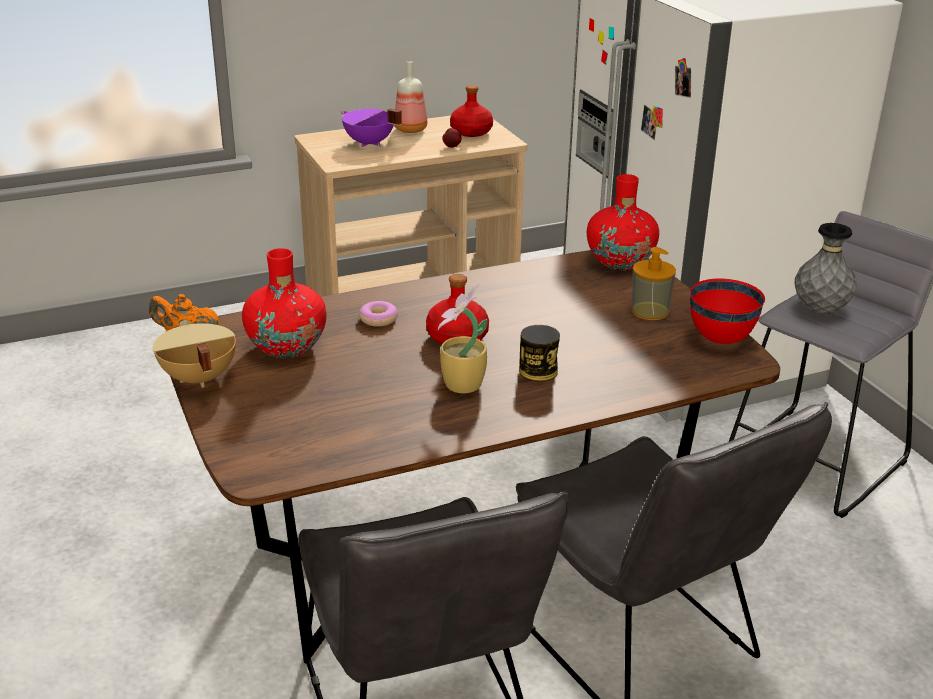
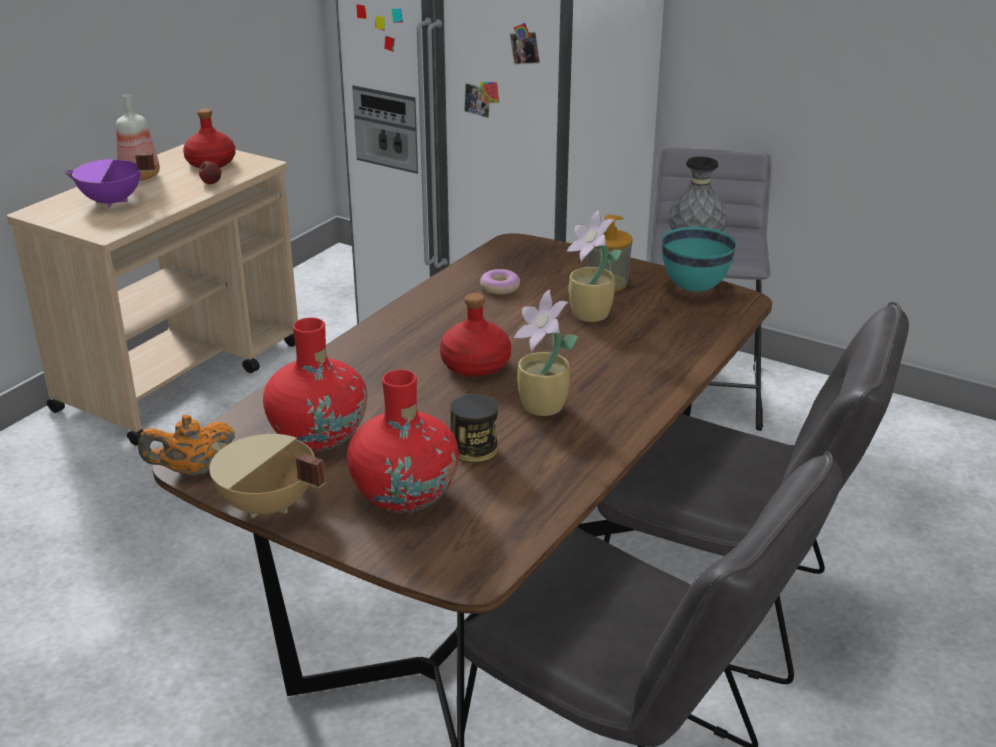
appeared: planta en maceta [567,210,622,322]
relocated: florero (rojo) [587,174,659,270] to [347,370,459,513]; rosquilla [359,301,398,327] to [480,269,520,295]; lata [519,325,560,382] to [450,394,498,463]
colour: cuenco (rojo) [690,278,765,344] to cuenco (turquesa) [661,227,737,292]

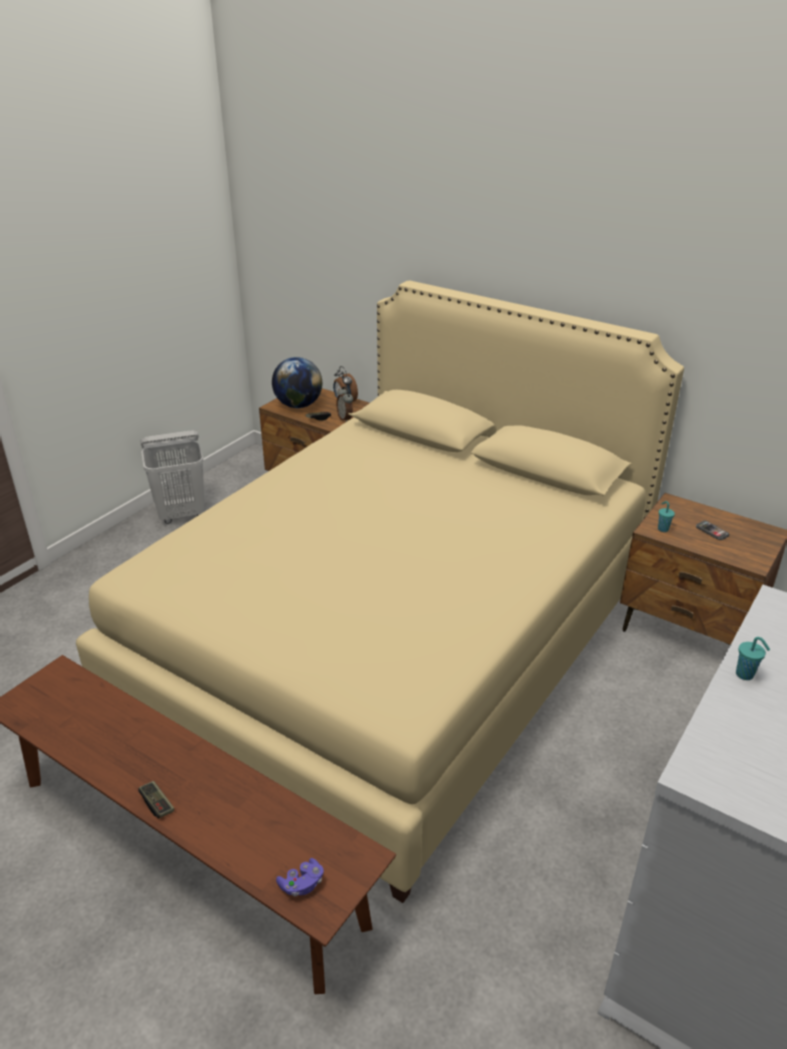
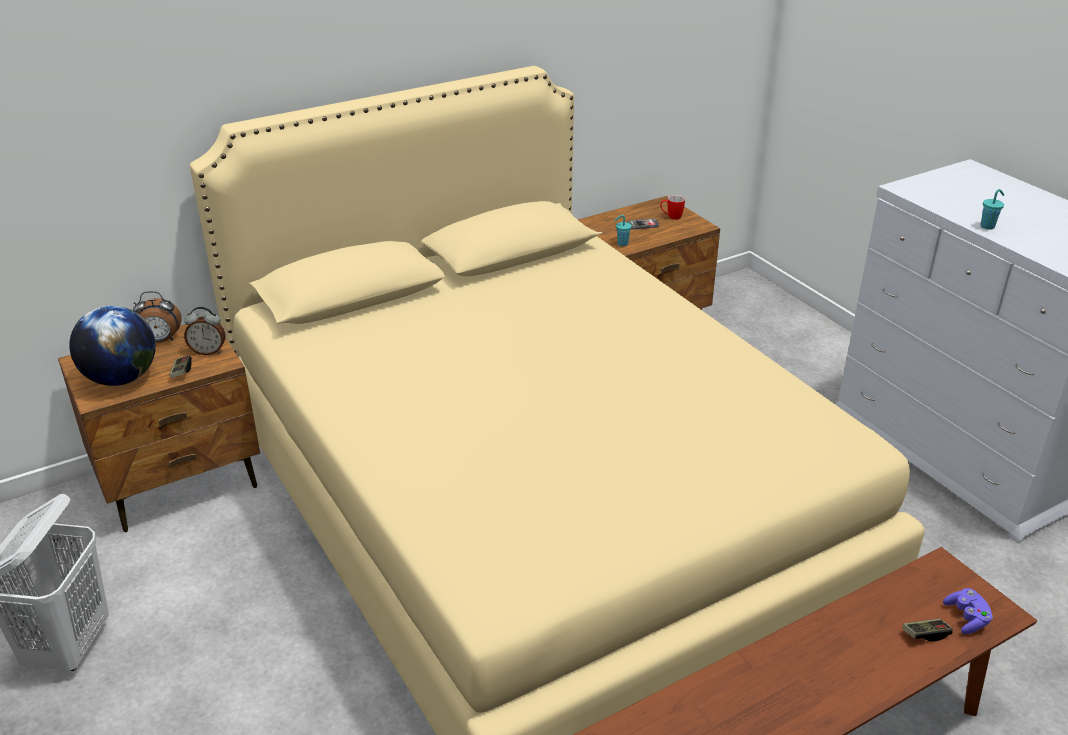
appeared: taza grande [660,195,685,220]
relocated: mando de consola [138,781,174,819] to [902,619,953,642]

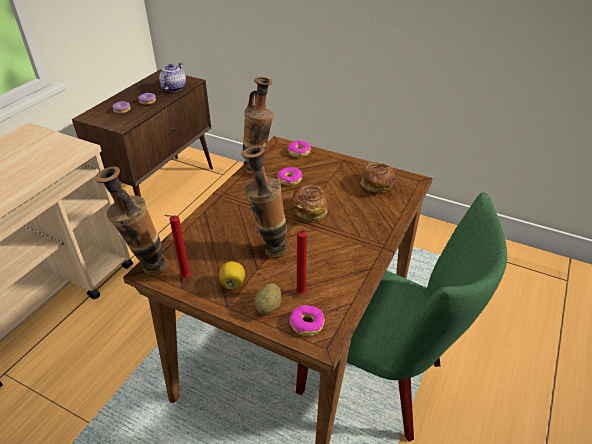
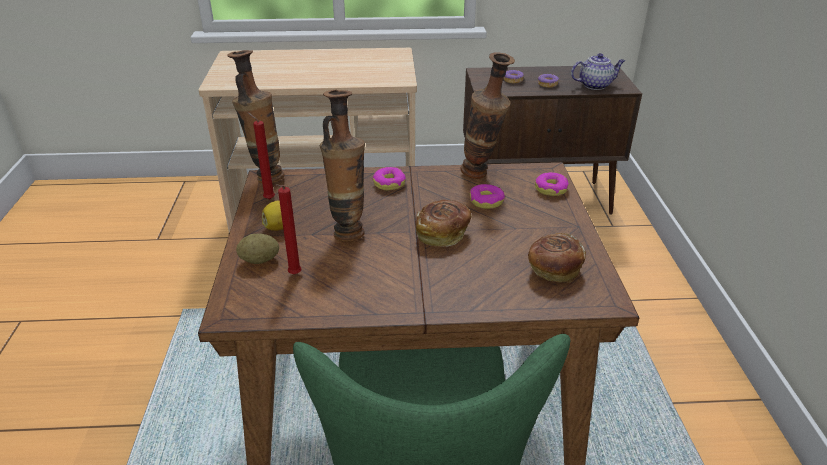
relocated: rosquilla [290,305,325,336] to [372,167,406,190]

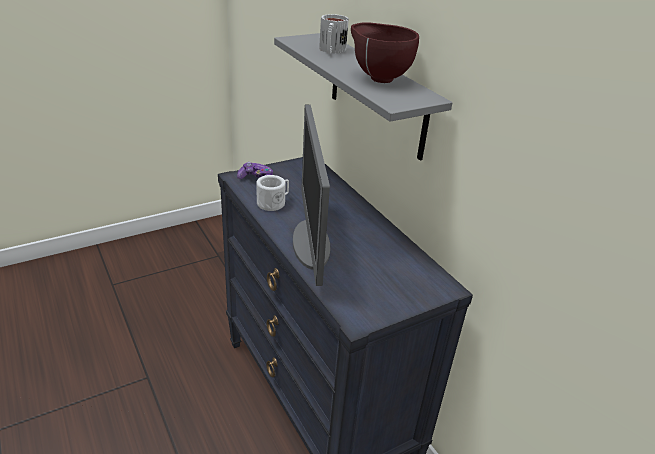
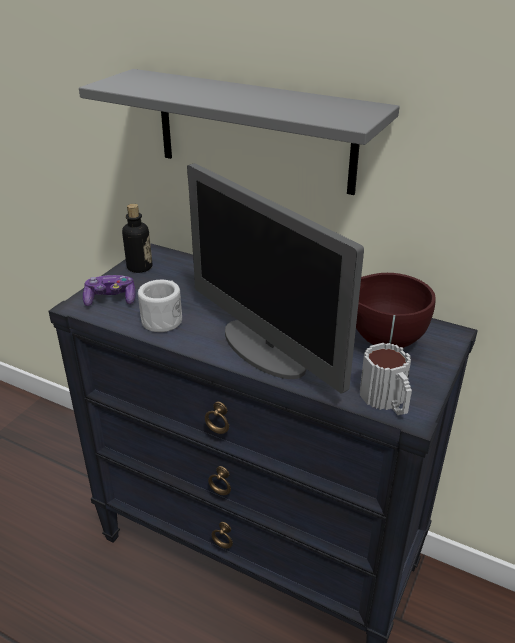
appeared: botella [122,204,152,273]
relocated: taza grande [319,14,349,54] to [360,343,412,415]; cuenco (marrón) [351,22,419,83] to [356,273,435,348]

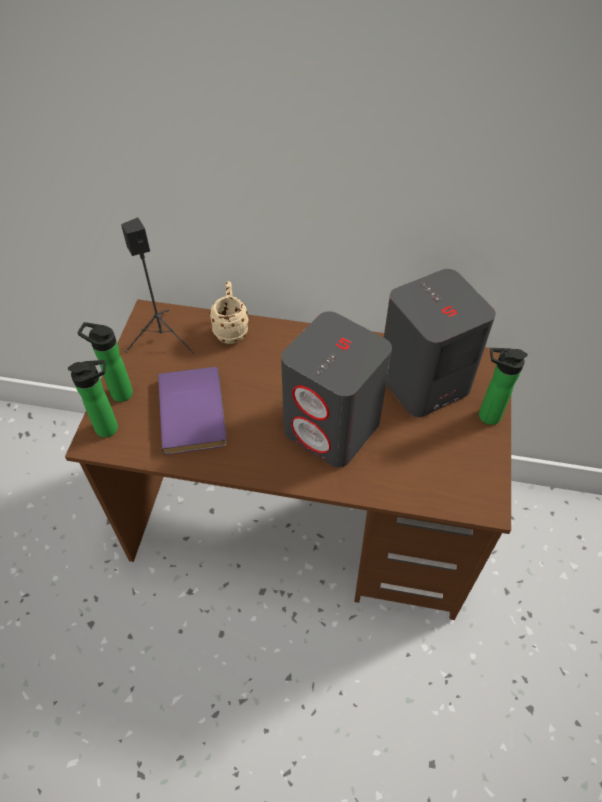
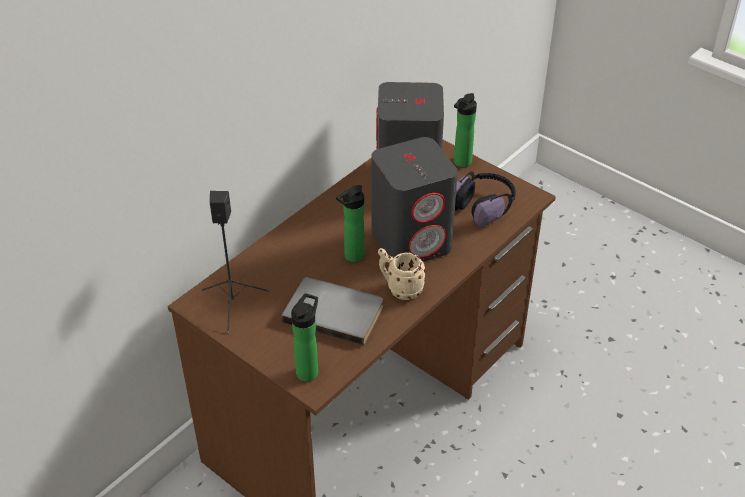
appeared: auriculares [455,171,516,228]
relocated: taza grande (beis) [209,281,249,344] to [378,248,426,300]; botella [78,322,133,402] to [336,185,365,262]
colour: libro (morado) [158,367,227,455] to libro (gris) [281,277,383,345]

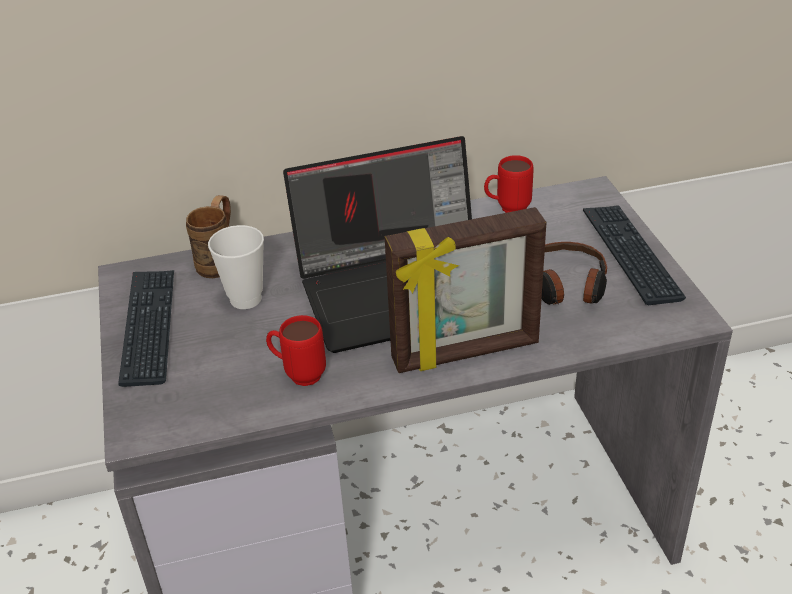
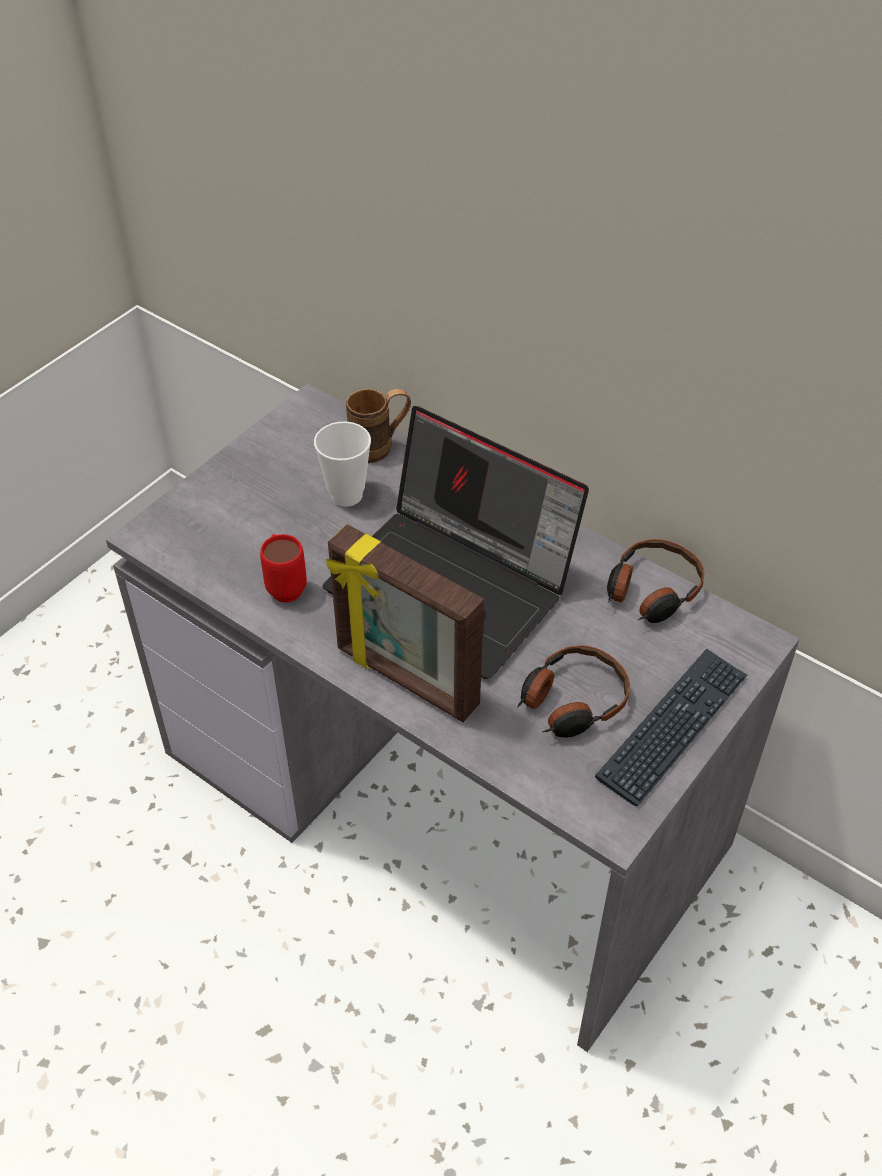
missing: teclado [118,270,174,387]
exchanged: taza grande (rojo) [484,155,534,213] to auriculares [607,539,704,623]

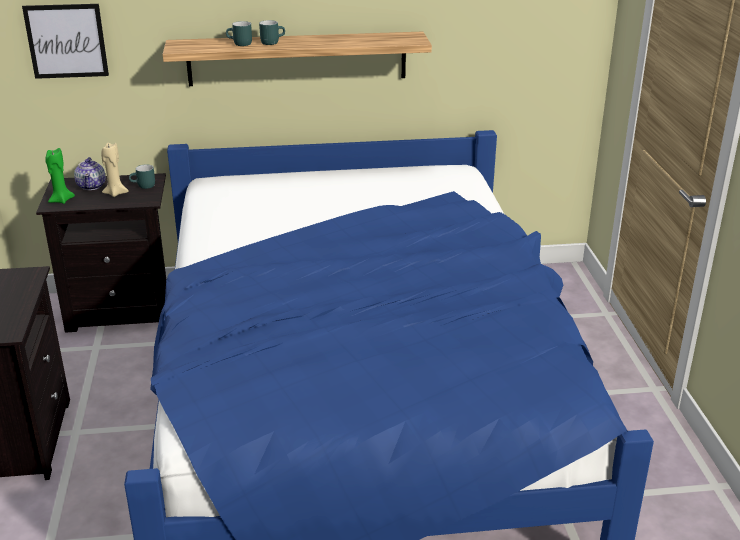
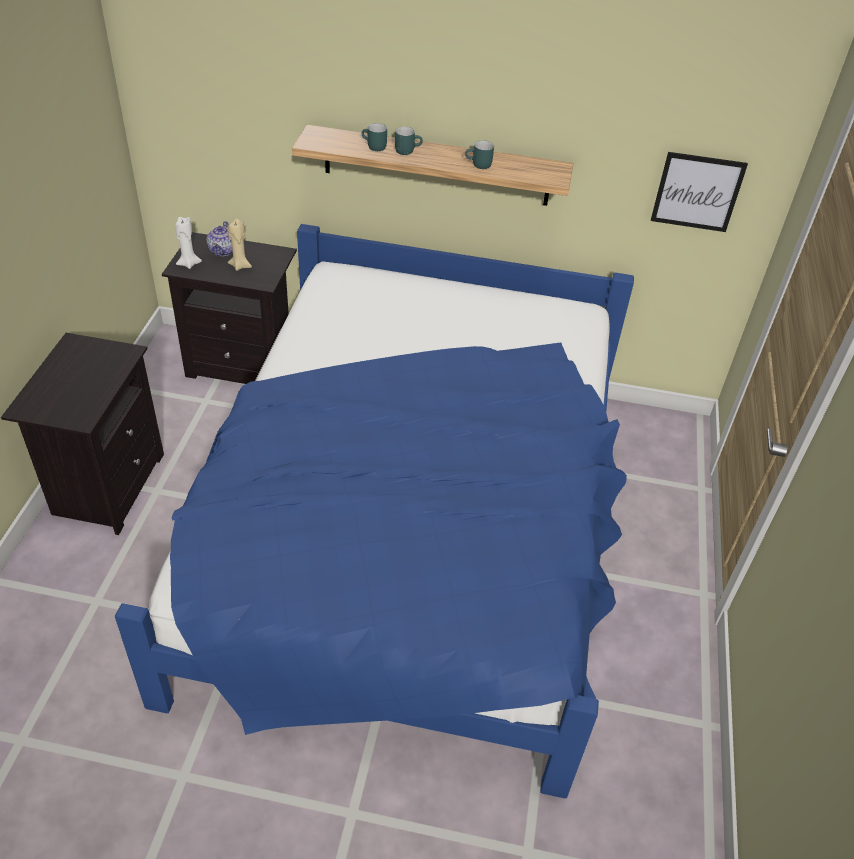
relocated: cuadro [22,4,109,79] to [651,152,748,232]; taza grande (turquesa) [129,164,155,189] to [465,140,494,169]
colour: vela (verde) [45,148,75,204] to vela (blanco) [175,217,202,269]

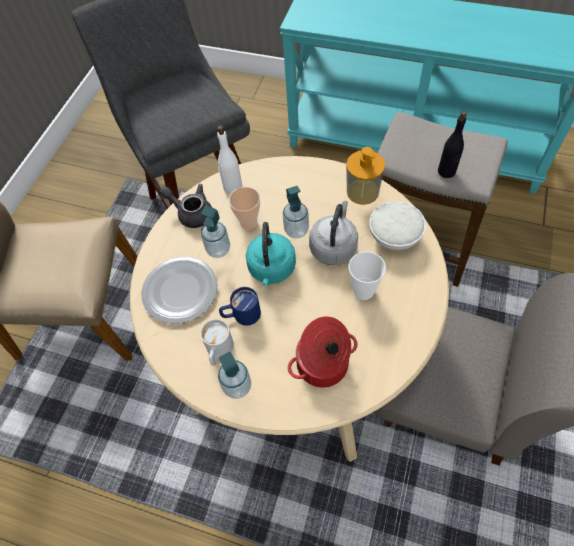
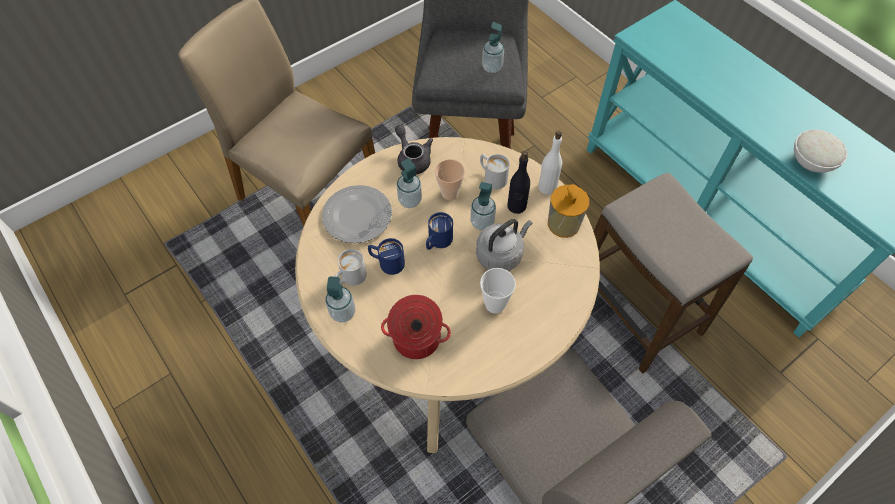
appeared: dispensador de jabón [482,22,504,73]; taza grande (blanco) [480,154,510,189]
relocated: botella (negro) [438,111,467,178] to [508,151,530,214]; botella (blanco) [217,126,243,195] to [538,131,562,194]; cuenco (blanco) [369,201,426,250] to [794,129,848,173]
exchanged: hervidor (turquesa) [246,222,296,286] to taza grande (azul) [426,212,453,250]

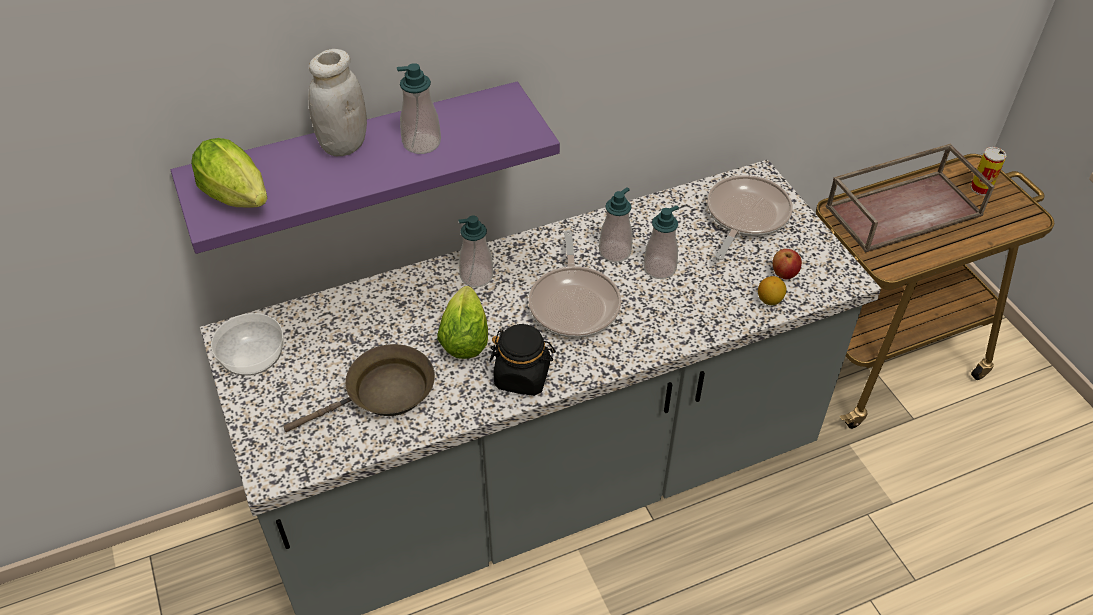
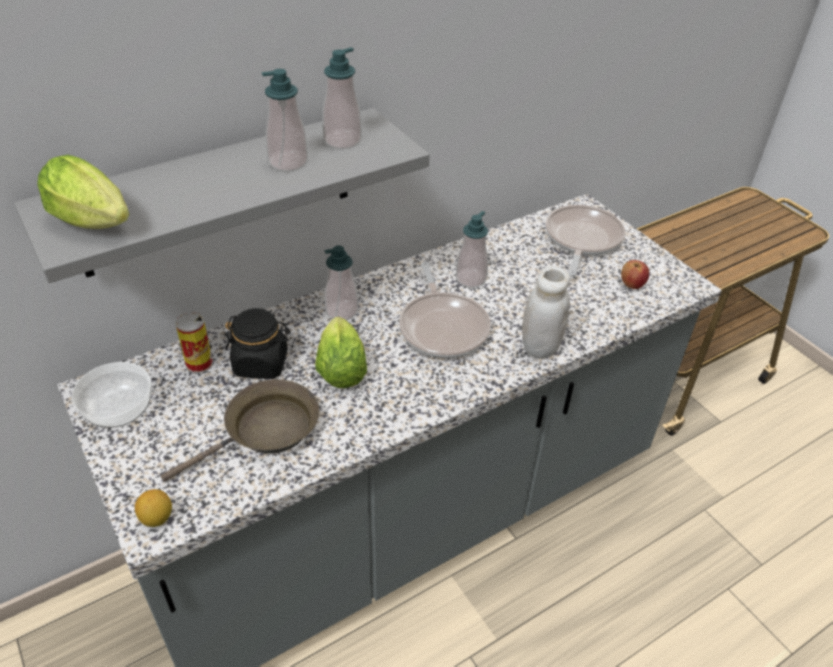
missing: bandeja (marrón) [826,143,995,253]
relocated: tarro (blanco) [308,49,367,156] to [522,266,570,359]; lata [970,147,1006,196] to [175,312,213,373]; dispensador de jabón [644,205,679,279] to [322,47,362,149]; limón [758,276,786,305] to [135,489,172,527]; tarro (negro) [489,324,556,396] to [225,308,290,379]
colour: estante (morado) [171,82,560,254] to estante (gris) [14,108,429,283]

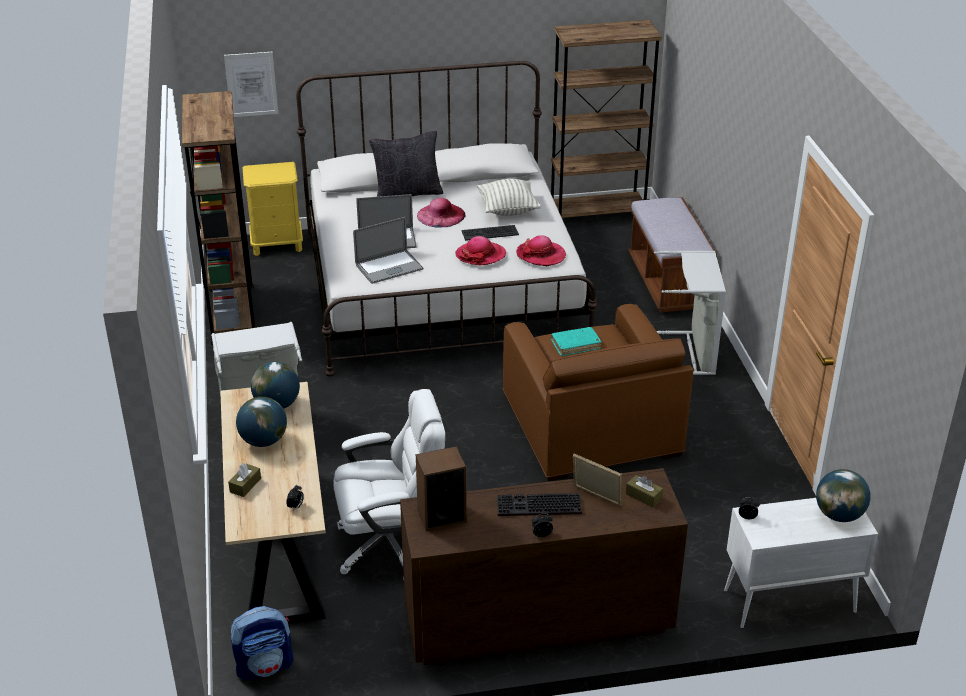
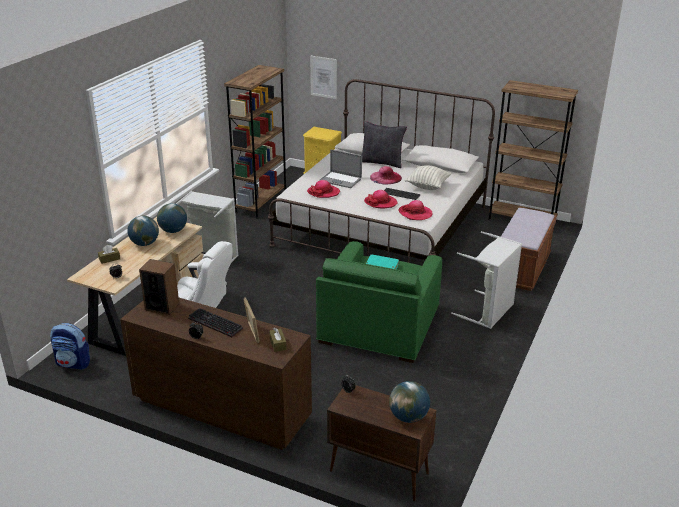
exchanged: portátil [353,217,424,284] to sombrero [307,180,340,198]
colour: sillón (marrón) [502,304,693,481] to sillón (verde) [316,241,442,363]; armario (blanco) [724,498,878,628] to armario (marrón) [327,385,436,501]

